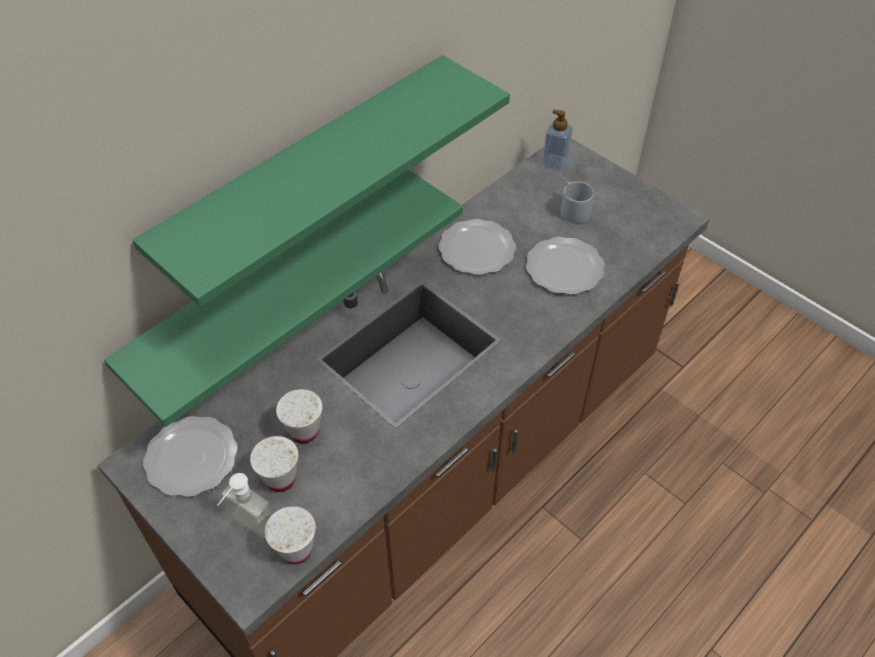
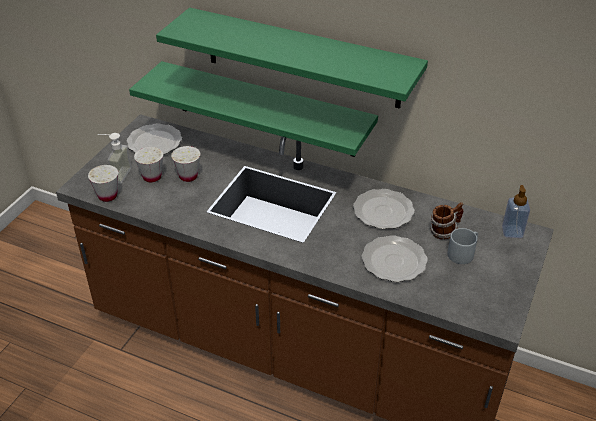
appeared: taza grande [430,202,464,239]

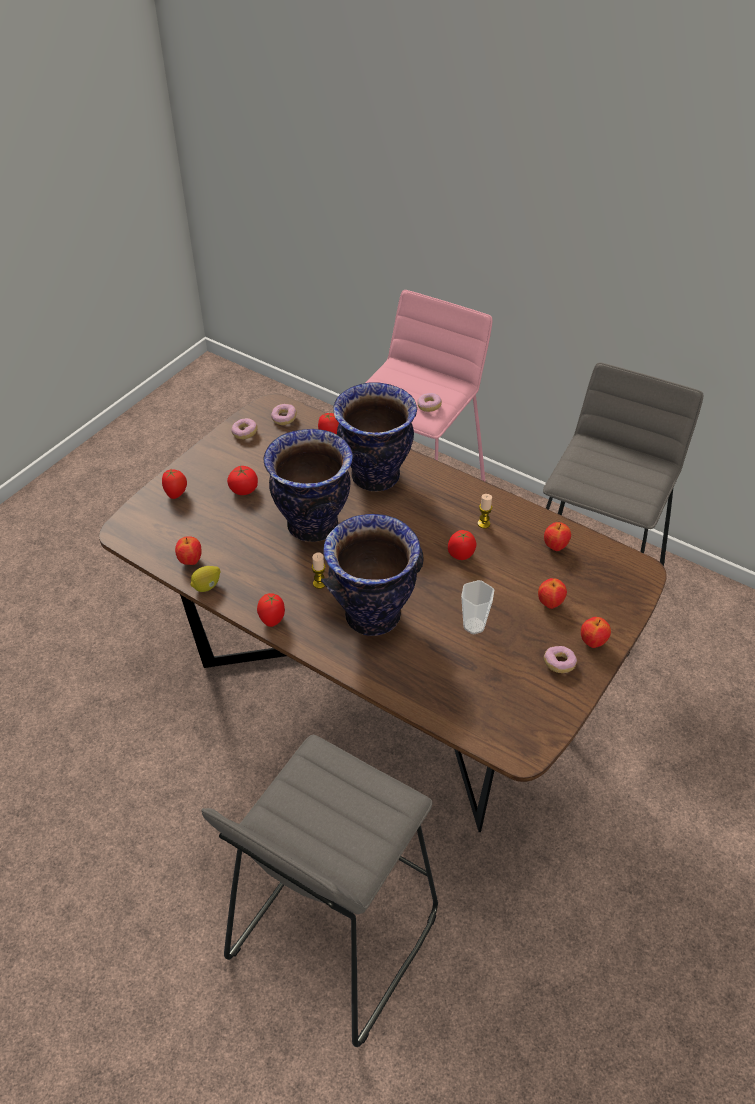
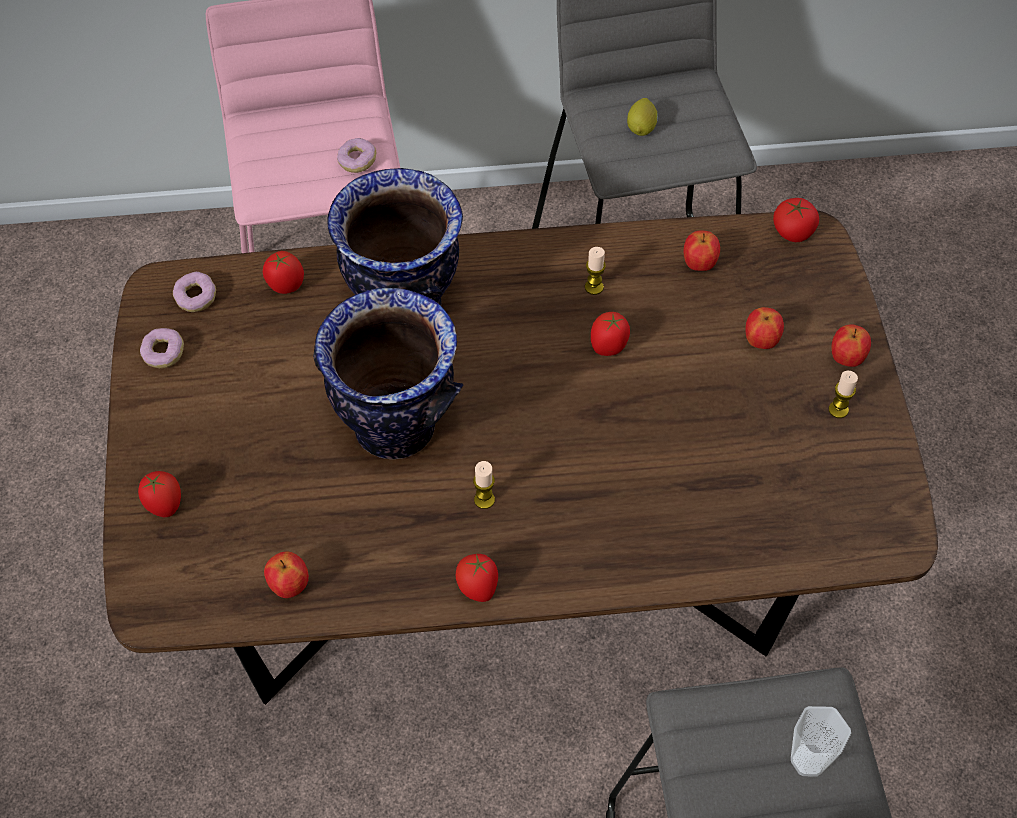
missing: florero [321,514,423,636]
relocated: tomate [227,466,258,495] to [773,198,819,242]; limón [190,566,221,592] to [627,98,658,136]; taza [461,580,494,634] to [791,706,851,777]
exchanged: rosquilla [544,646,577,673] to vela [829,371,858,418]

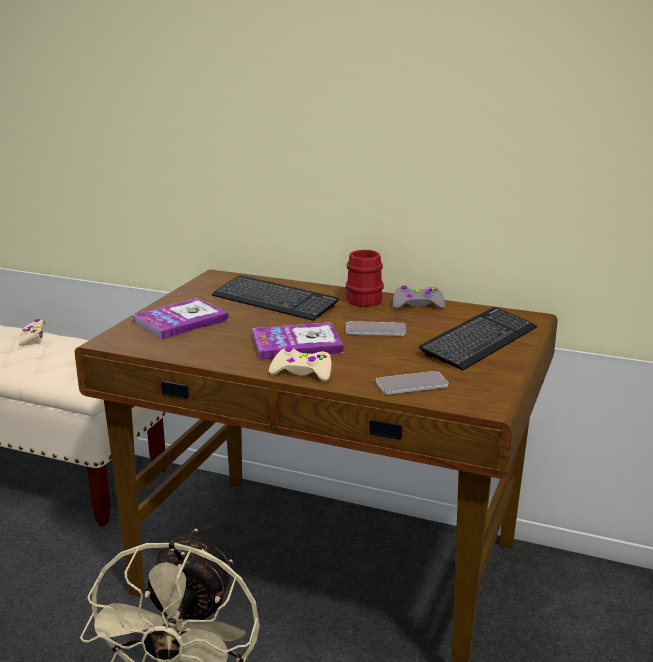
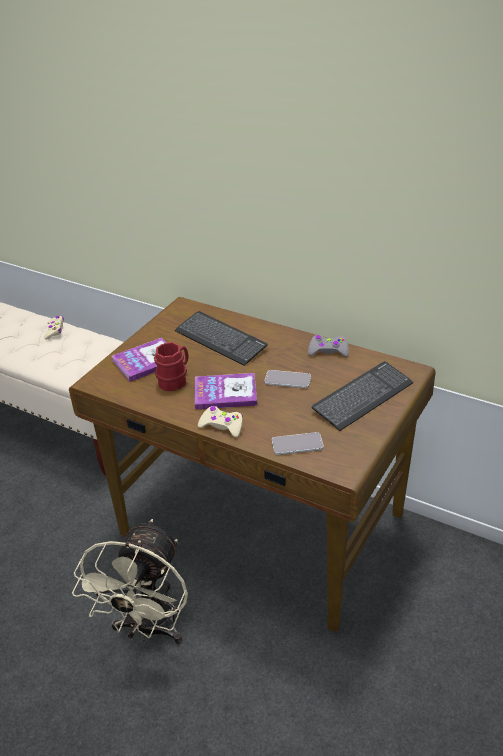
relocated: taza grande (rojo) [346,250,384,307] to [154,342,189,391]

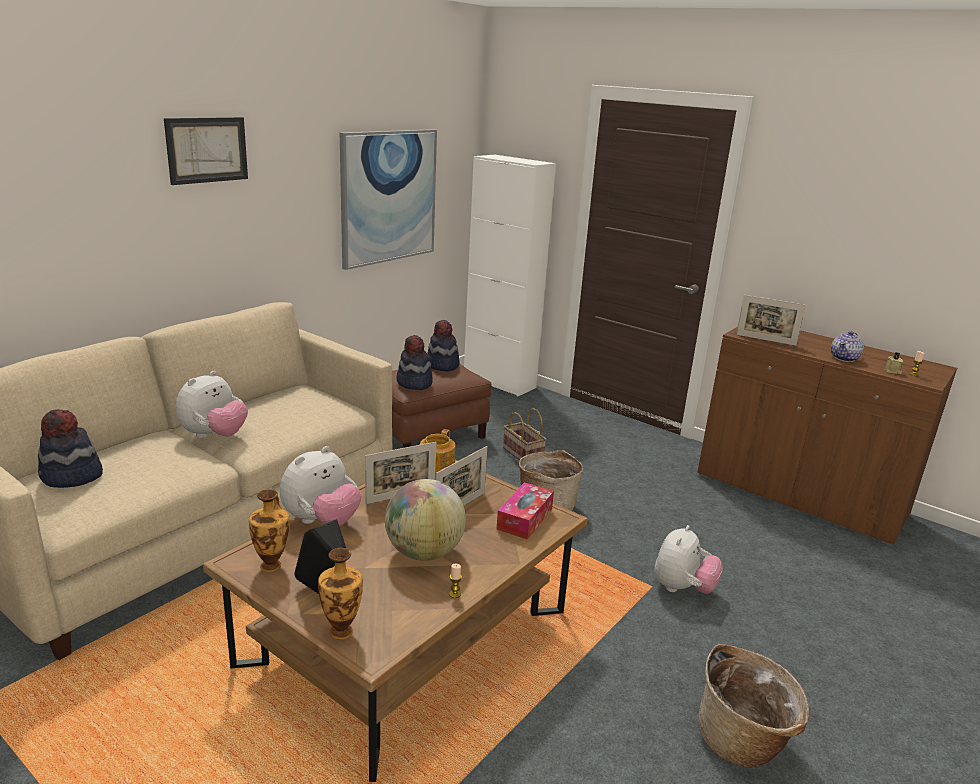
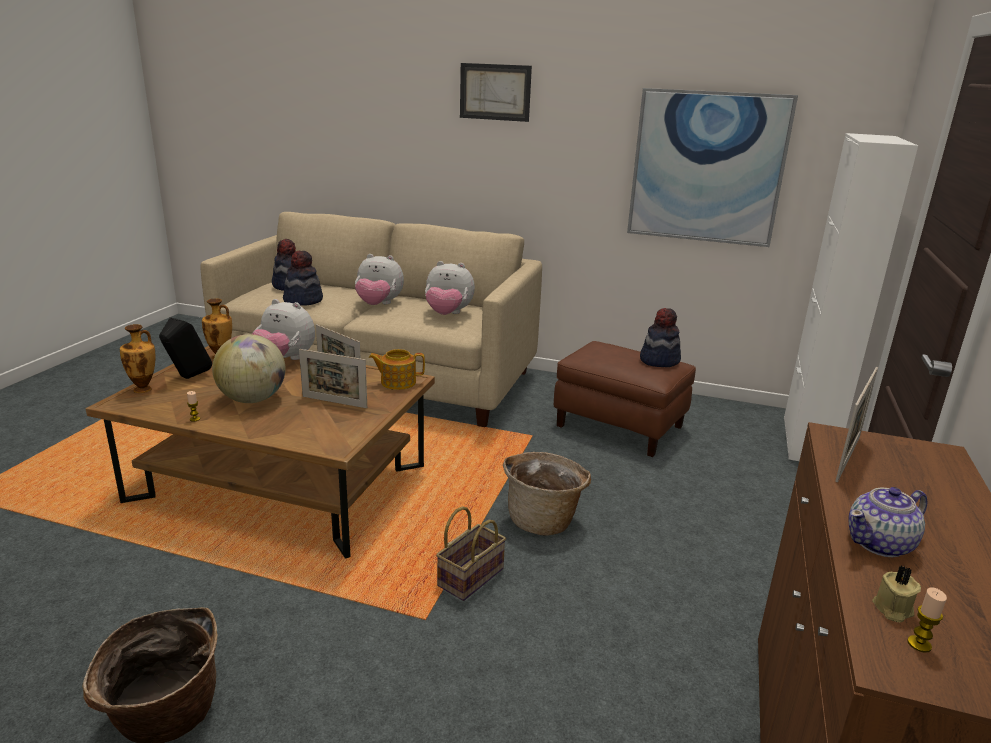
missing: caja de pañuelos [496,482,554,540]
relocated: sombrero [397,335,433,390] to [283,251,323,306]; cesta [503,408,546,460] to [436,506,506,601]; peluche [655,525,723,594] to [425,261,475,315]
spun: portarretratos [736,295,806,346] = [835,367,878,482] 150 degrees counterclockwise; tetera [831,331,864,362] = [848,487,928,557] 45 degrees counterclockwise

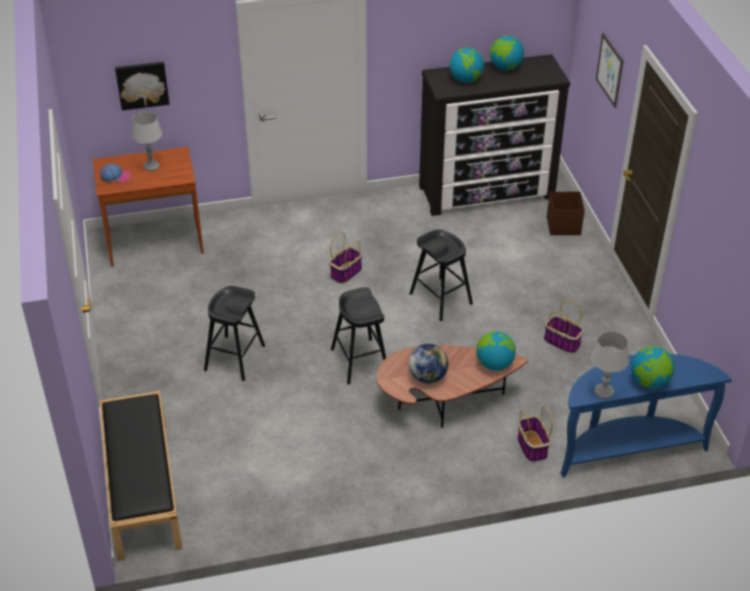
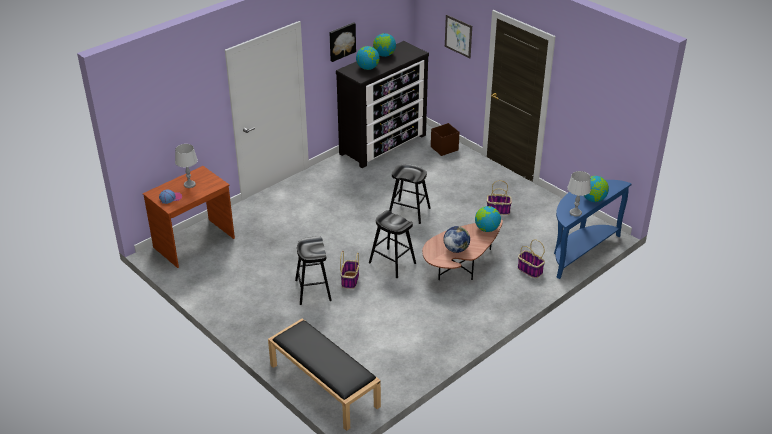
relocated: cuadro [115,62,169,110] to [329,22,356,62]; cesta [329,232,363,284] to [340,251,359,289]

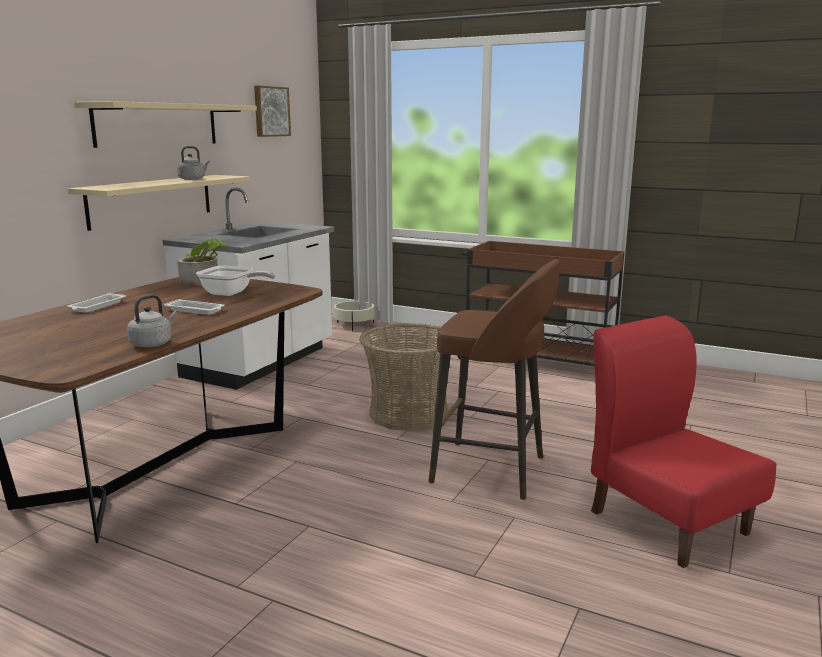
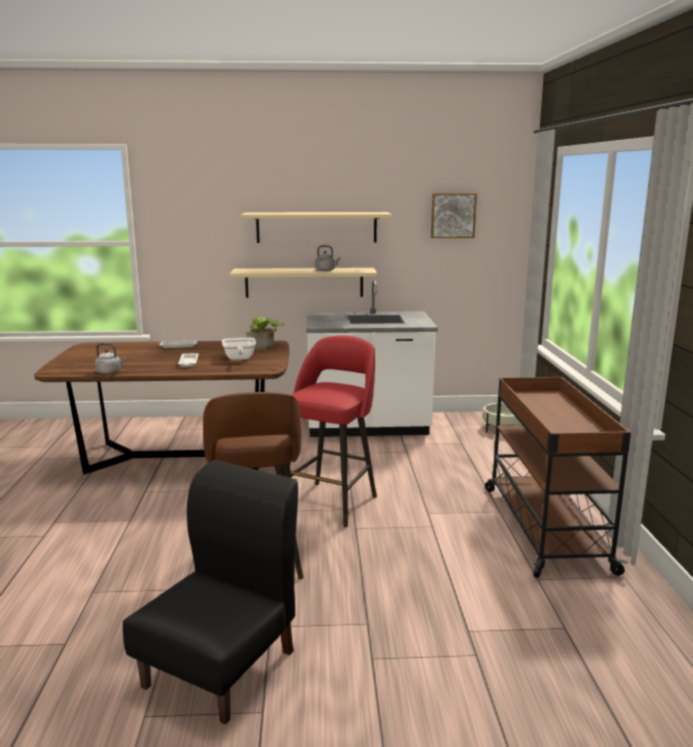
exchanged: cesta [359,323,448,431] to taburete (rojo) [290,335,377,528]
colour: silla (rojo) [591,315,776,568] to silla (negro) [123,460,298,725]

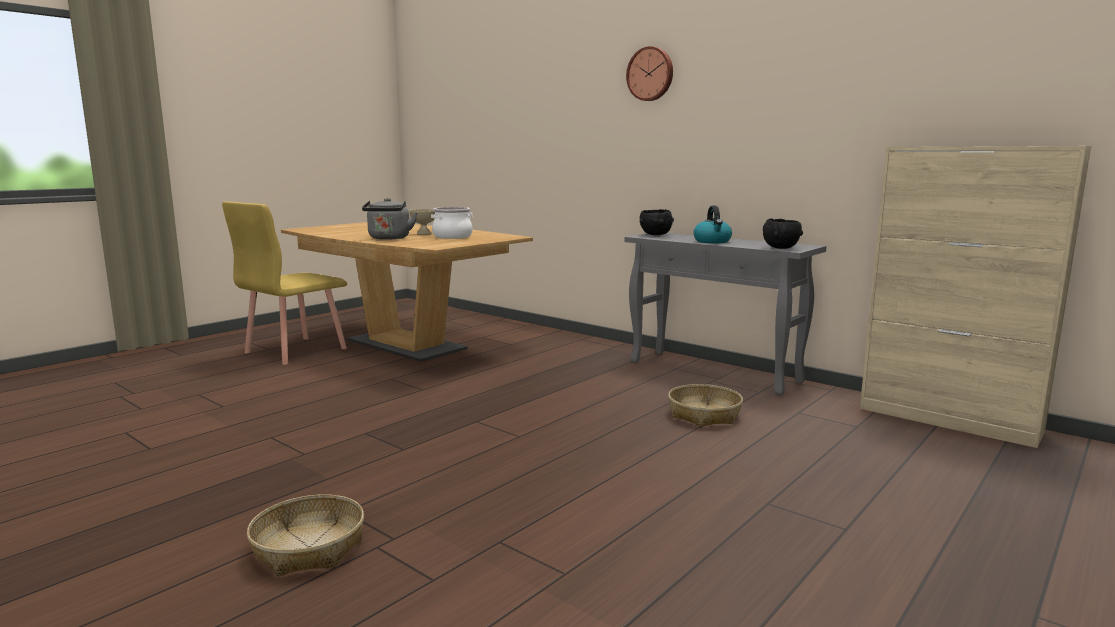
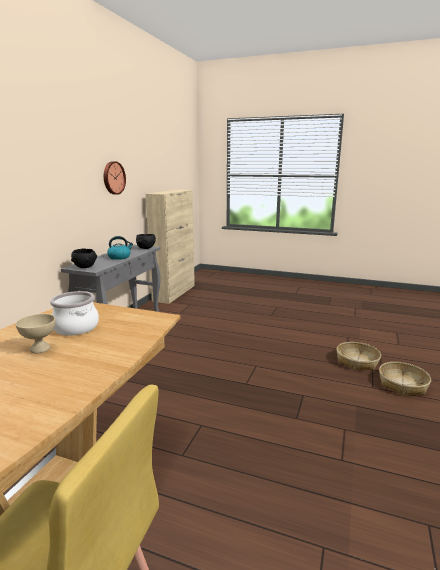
missing: hervidor (gris) [362,198,418,240]
relocated: reloj de pared [626,46,673,101] to [104,161,126,195]; cesta [668,384,743,427] to [336,342,381,371]

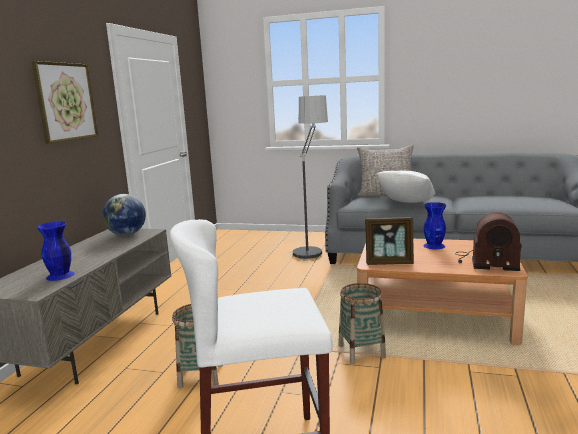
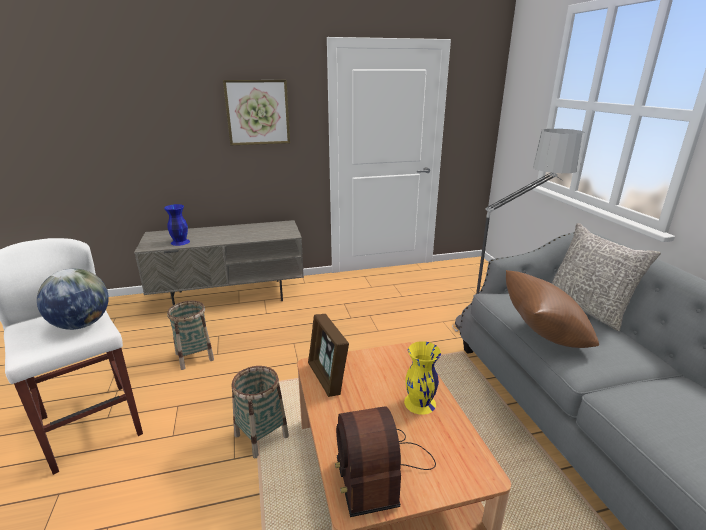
relocated: globo terráqueo [102,194,146,236] to [37,269,109,330]
colour: cojín (blanco) [376,171,435,203] to cojín (marrón) [506,270,599,348]; florero (azul) [423,202,446,249] to florero (amarillo) [404,341,441,415]

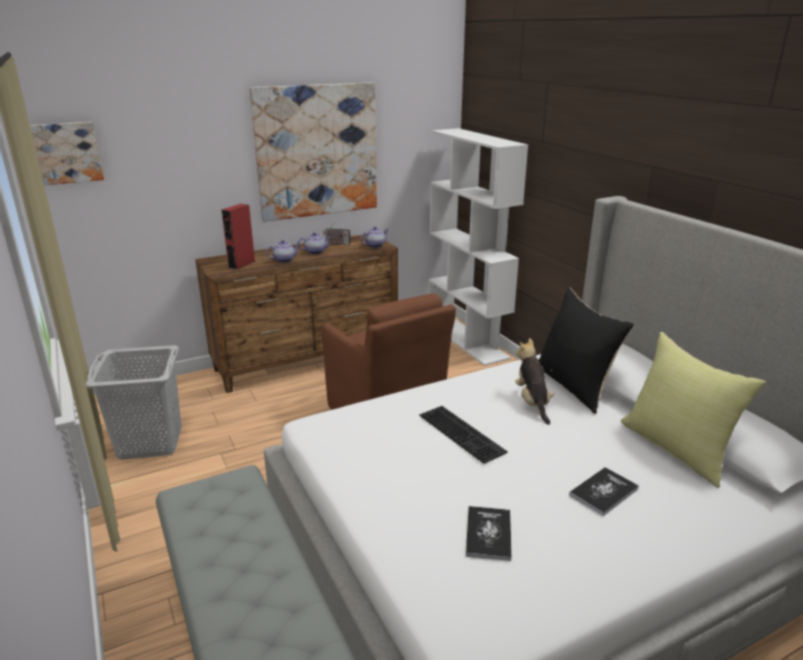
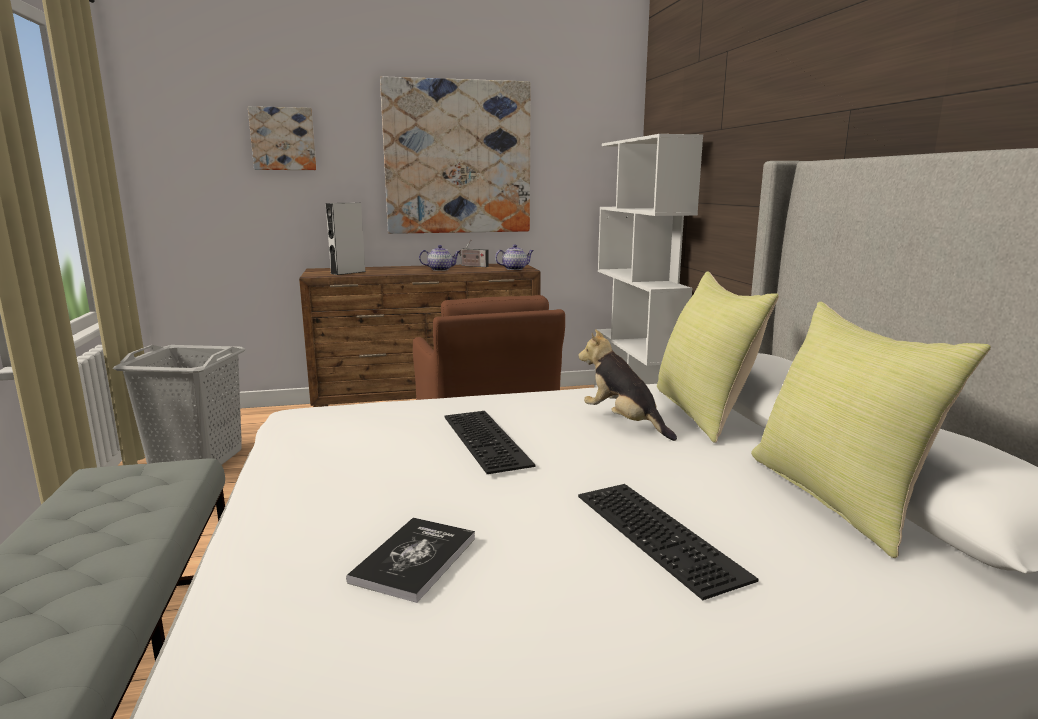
missing: tetera [266,240,300,263]
relocated: cuadro [30,122,104,185] to [248,106,317,170]
exchanged: libro [569,467,639,516] to teclado [578,484,758,600]
colour: altavoz (rojo) [221,204,256,270] to altavoz (gris) [326,202,365,275]; cojín (negro) [538,287,634,414] to cojín (amarillo) [657,272,779,443]
spun: peluche [516,338,555,425] = [578,329,677,441] 45 degrees counterclockwise

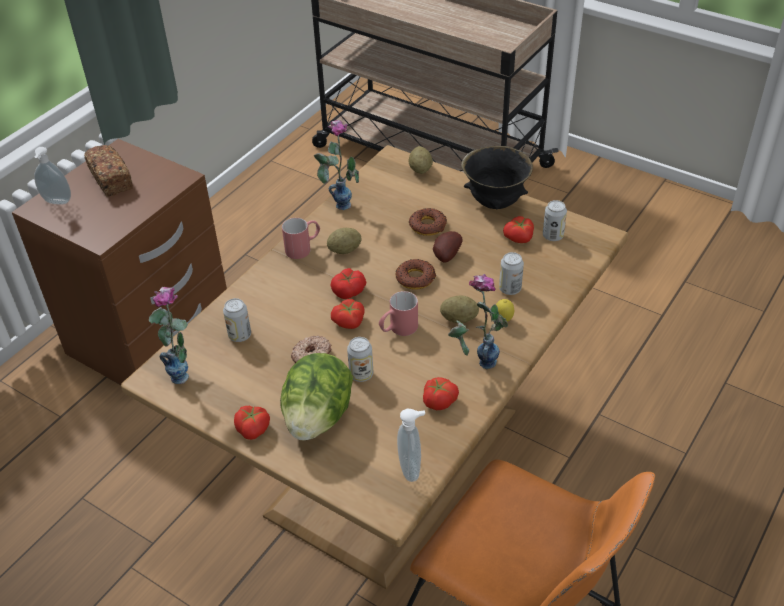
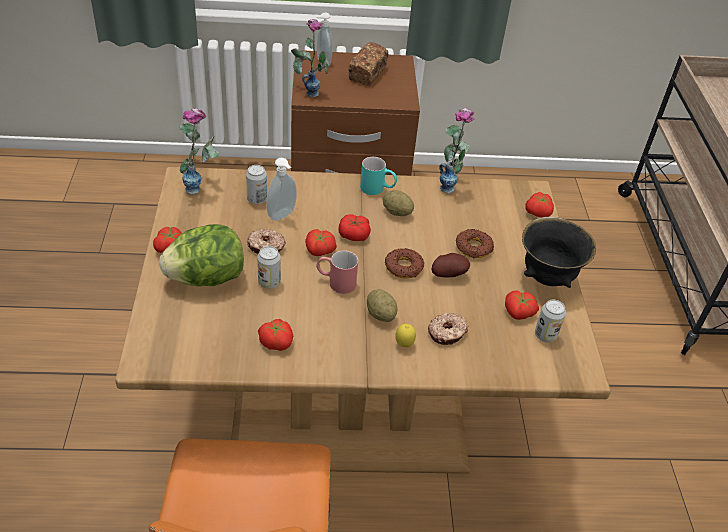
relocated: florero [448,274,508,369] to [291,19,328,97]; dispensador de jabón [397,409,425,482] to [266,158,297,221]
exchanged: patata [409,146,433,174] to tomate [526,192,554,217]; lata [499,252,524,295] to rosquilla [428,313,469,345]
colour: taza grande (rojo) [282,218,320,259] to taza grande (turquesa) [360,157,397,195]

